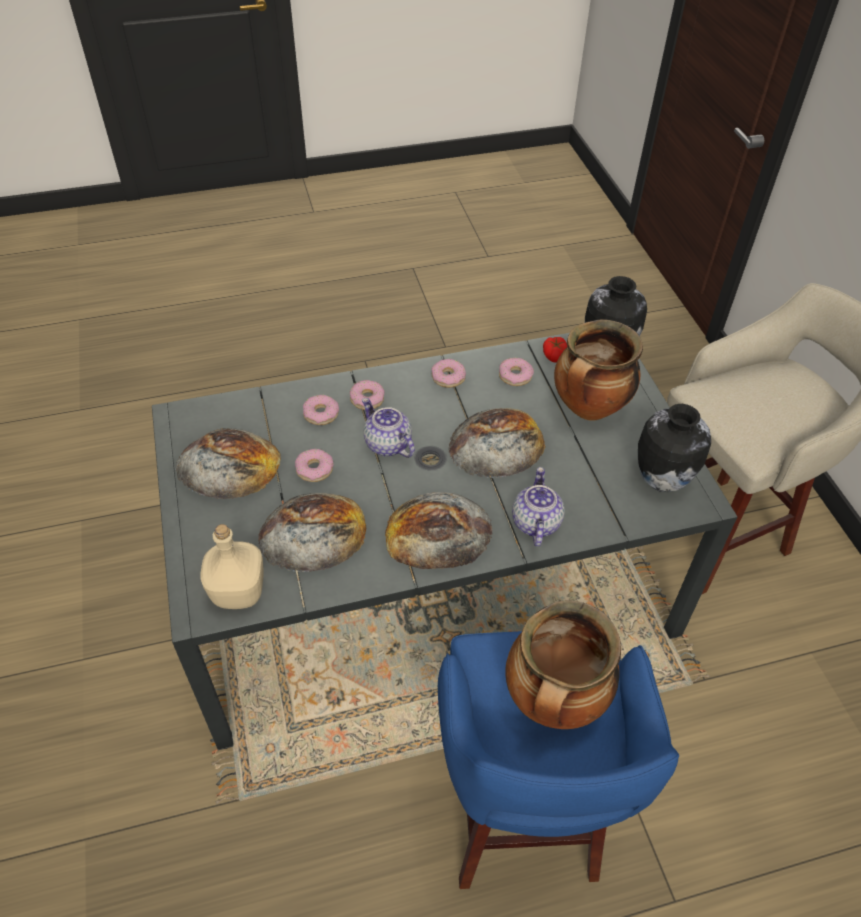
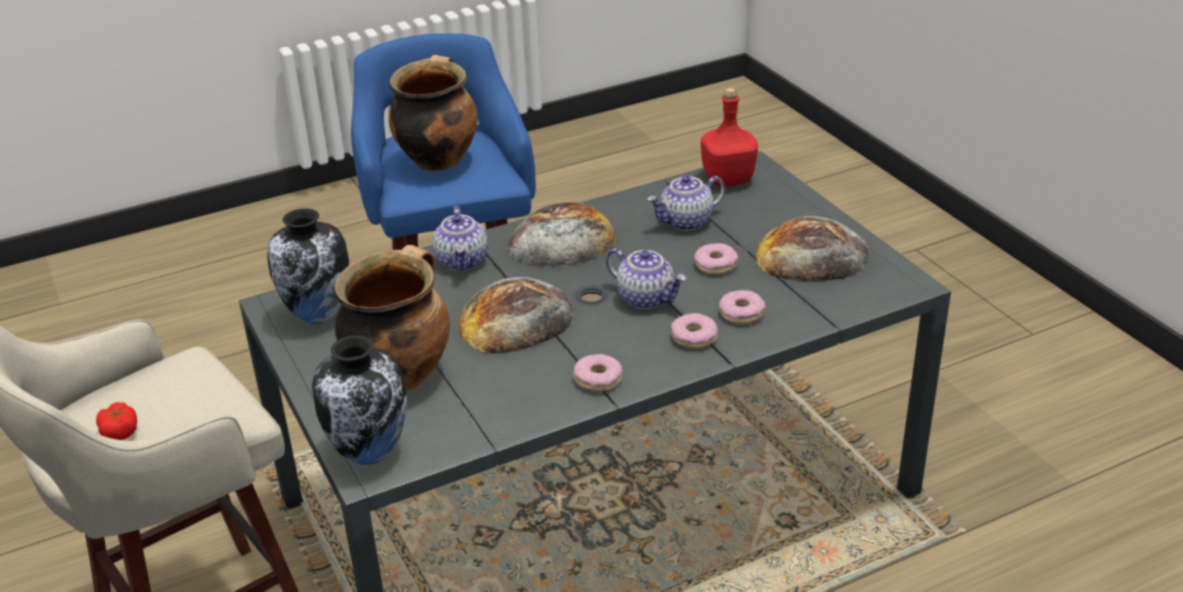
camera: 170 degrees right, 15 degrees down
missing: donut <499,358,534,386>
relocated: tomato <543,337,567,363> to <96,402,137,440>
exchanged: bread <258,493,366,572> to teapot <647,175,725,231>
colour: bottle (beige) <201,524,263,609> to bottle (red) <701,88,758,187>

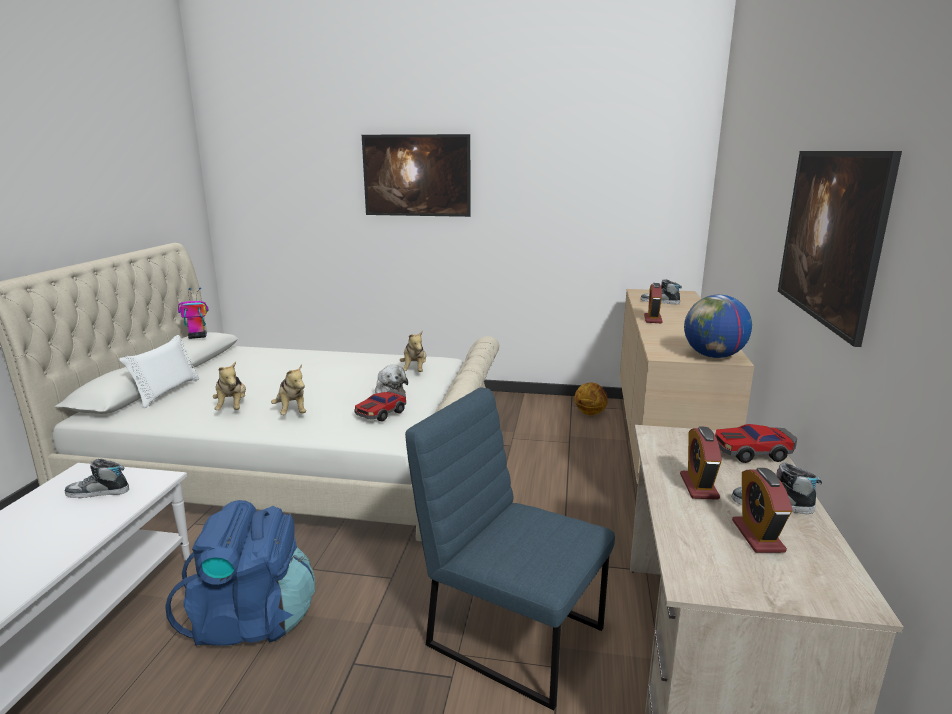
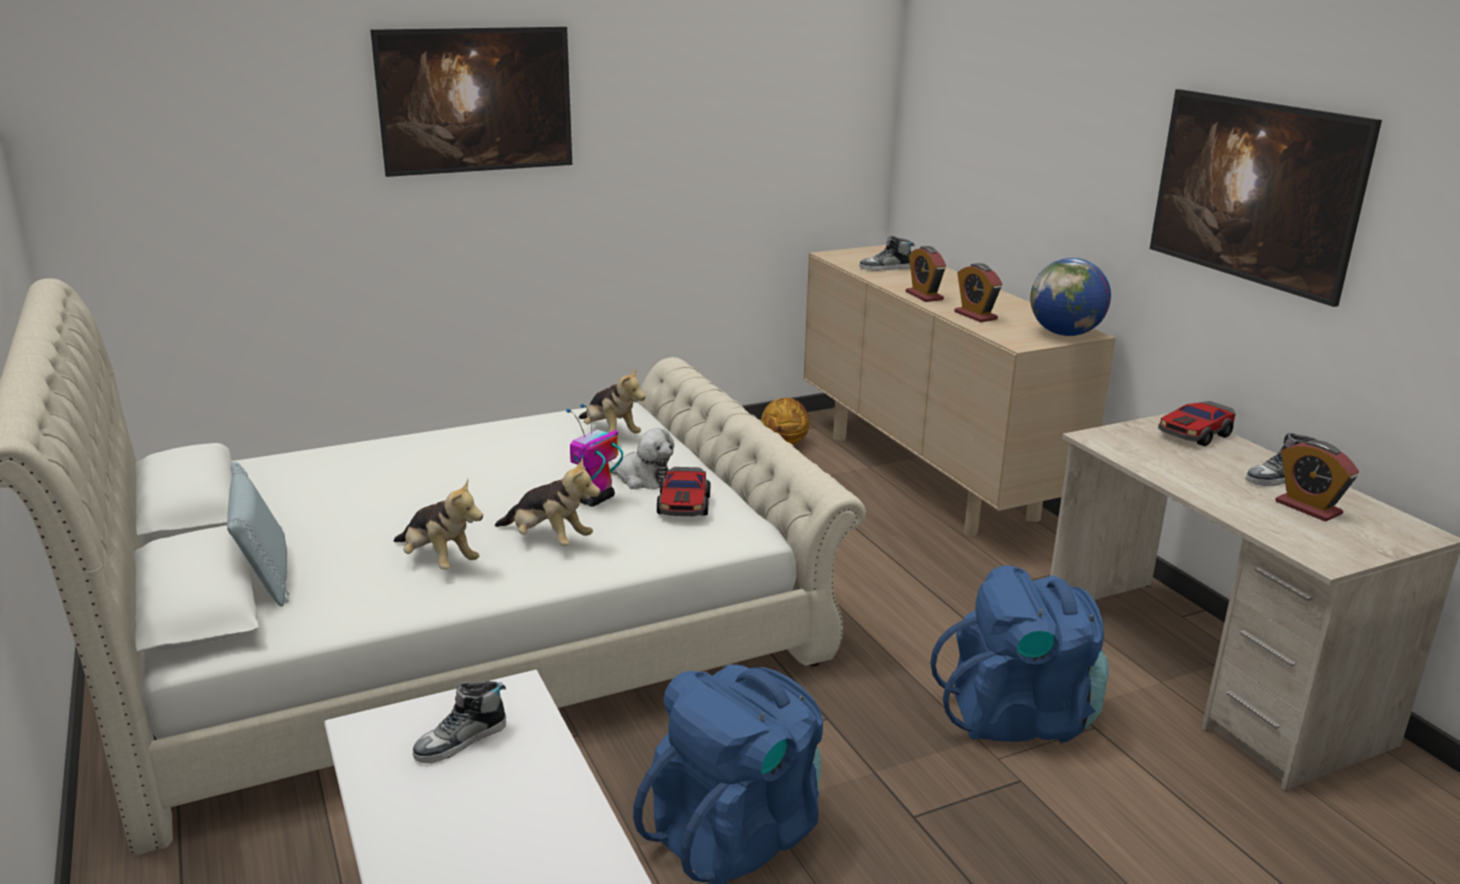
camera: 35 degrees left, 5 degrees up
relocated: toy robot <178,287,208,339> to <566,403,623,507>; alarm clock <680,426,722,500> to <954,263,1002,322>
exchanged: chair (blue) <405,387,615,711> to backpack (blue) <930,565,1109,743>
colour: pillow (white) <119,335,199,408> to pillow (blue) <227,462,290,607>

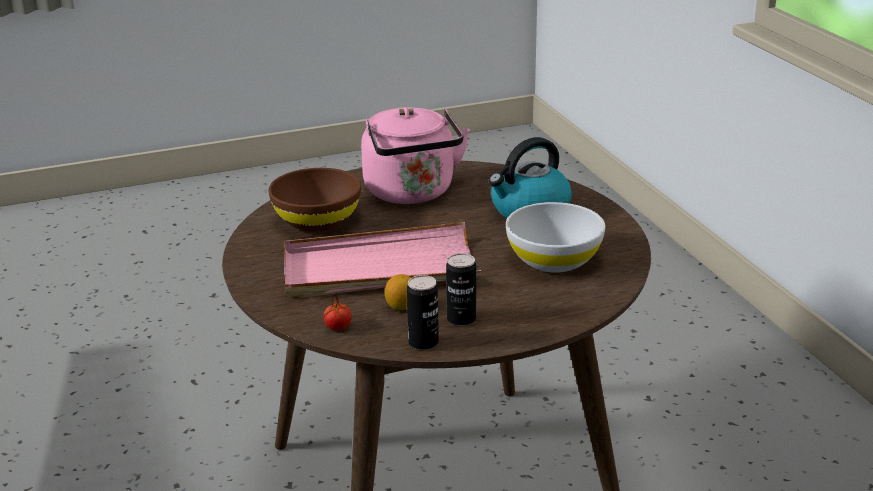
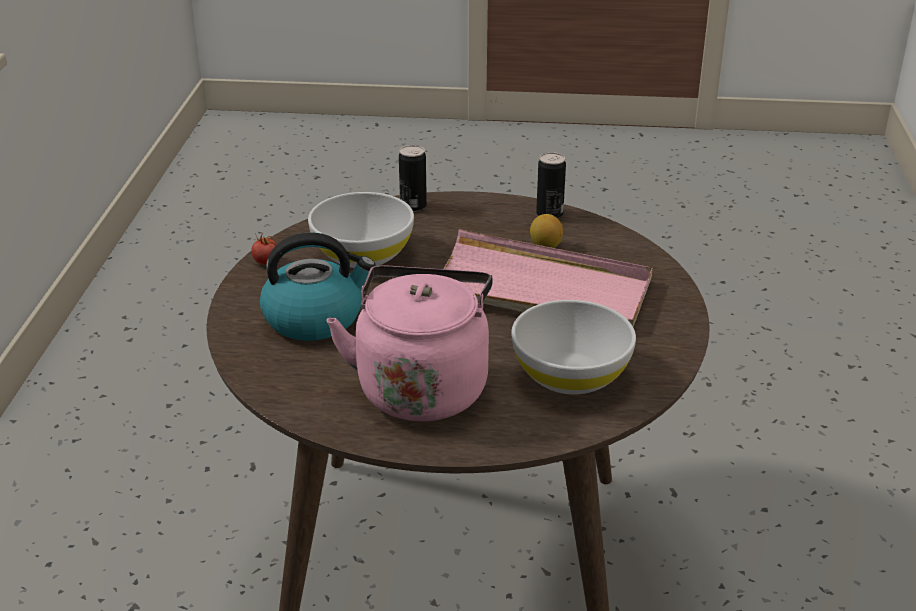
camera: 155 degrees left, 5 degrees up
relocated: tomato <323,296,352,330> to <251,233,277,265>; can <446,253,476,326> to <399,145,427,212>
colour: bowl (brown) <269,168,361,232> to bowl (white) <511,300,636,395>

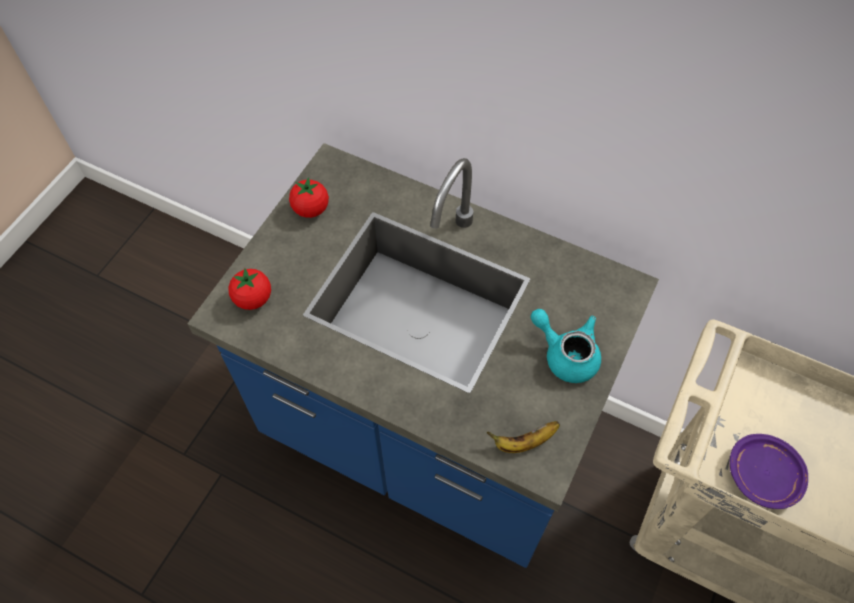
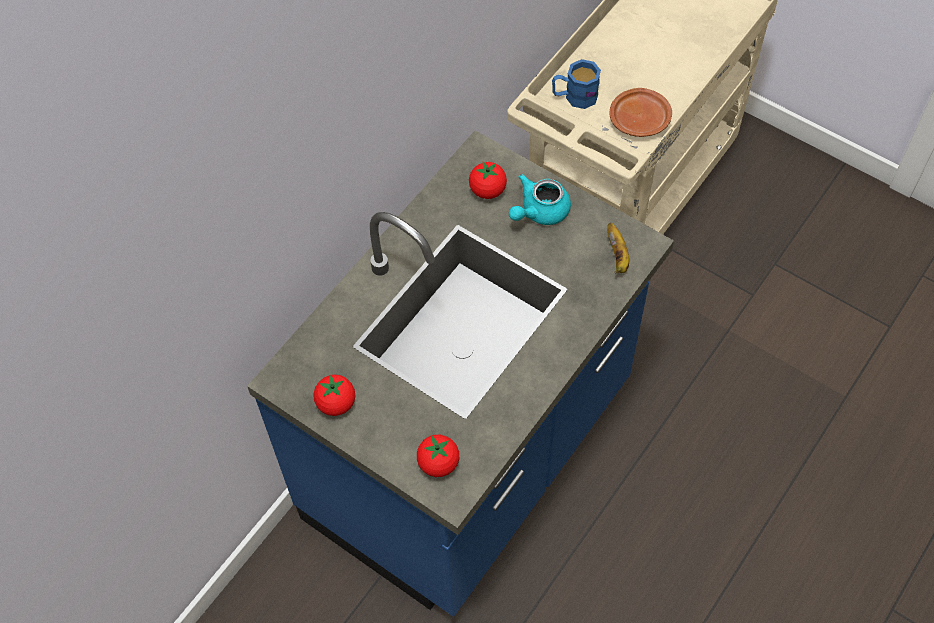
camera: 80 degrees left, 0 degrees up
appeared: tomato <469,161,507,199>; mug (blue) <552,59,601,109>
colour: plate (purple) <730,434,808,509> to plate (brown) <609,88,672,137>

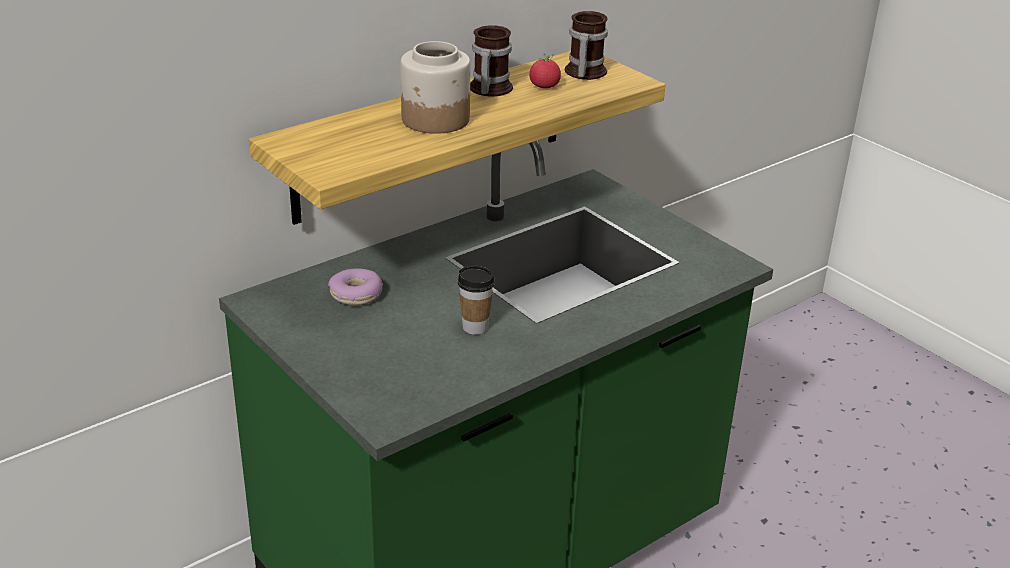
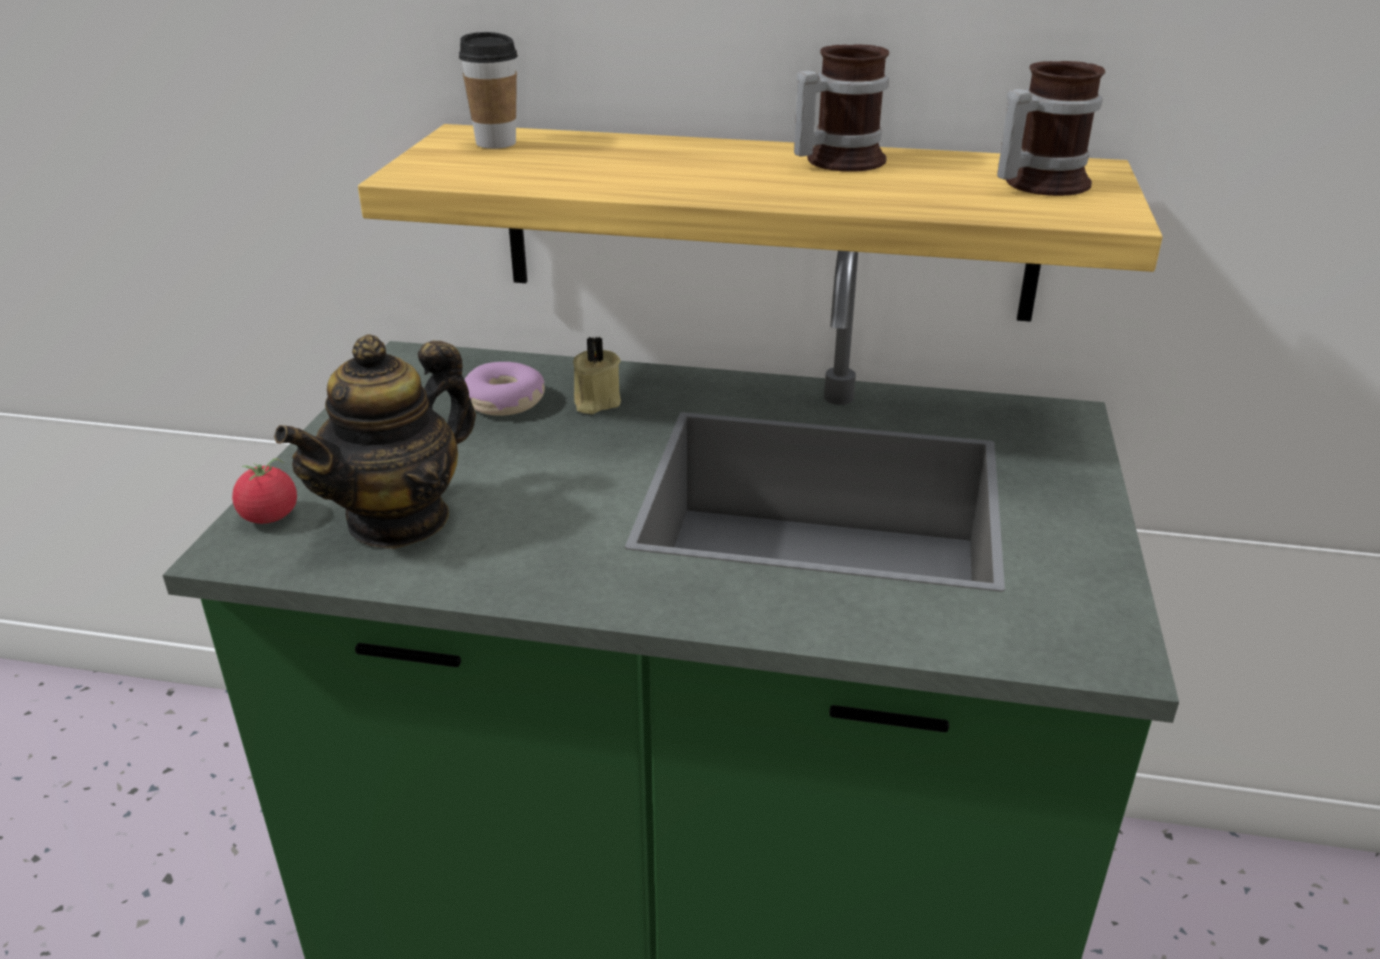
camera: 50 degrees right, 0 degrees up
missing: jar <400,41,471,134>
appeared: teapot <274,334,476,549>; candle (beige) <573,336,621,414>
relocated: cup <458,266,495,335> to <459,32,518,149>; tomato <529,54,561,88> to <232,458,297,524>

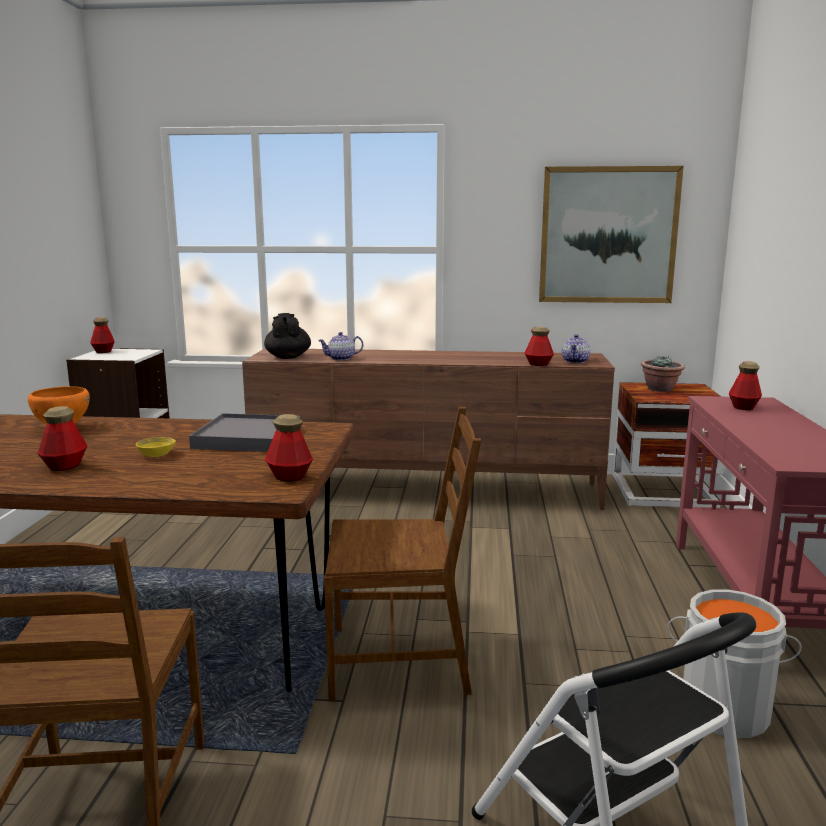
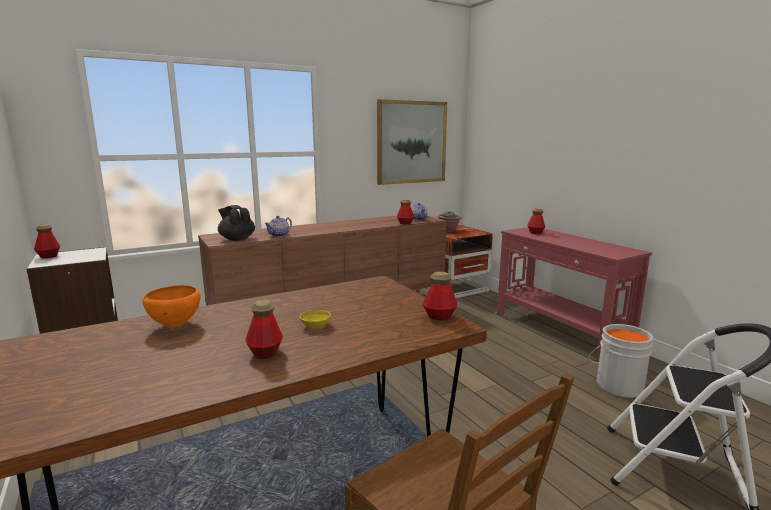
camera: 35 degrees left, 0 degrees up
missing: tray (grey) <189,413,300,452>; chair (brown) <324,407,481,702>

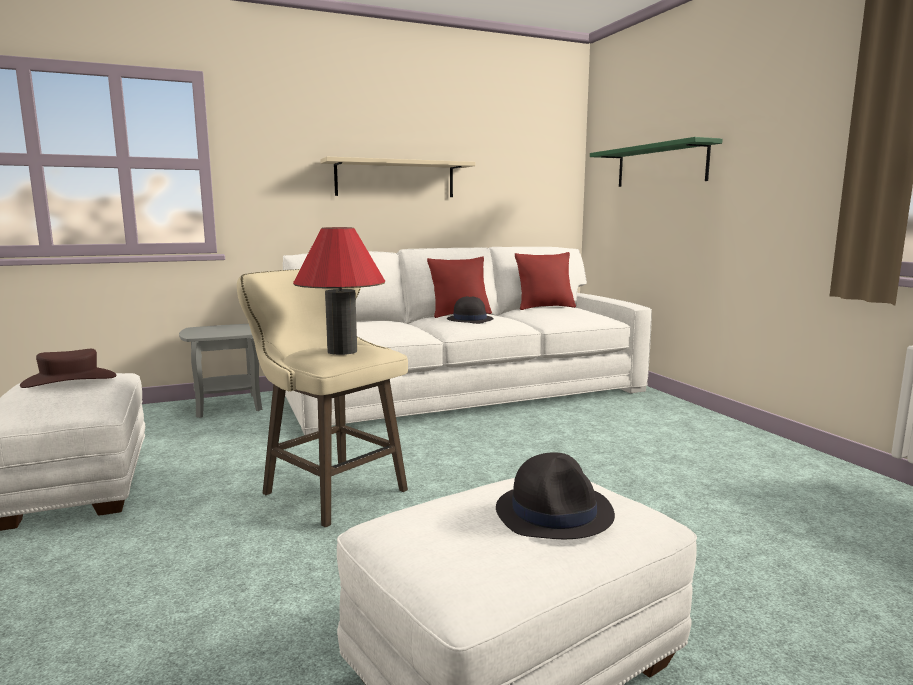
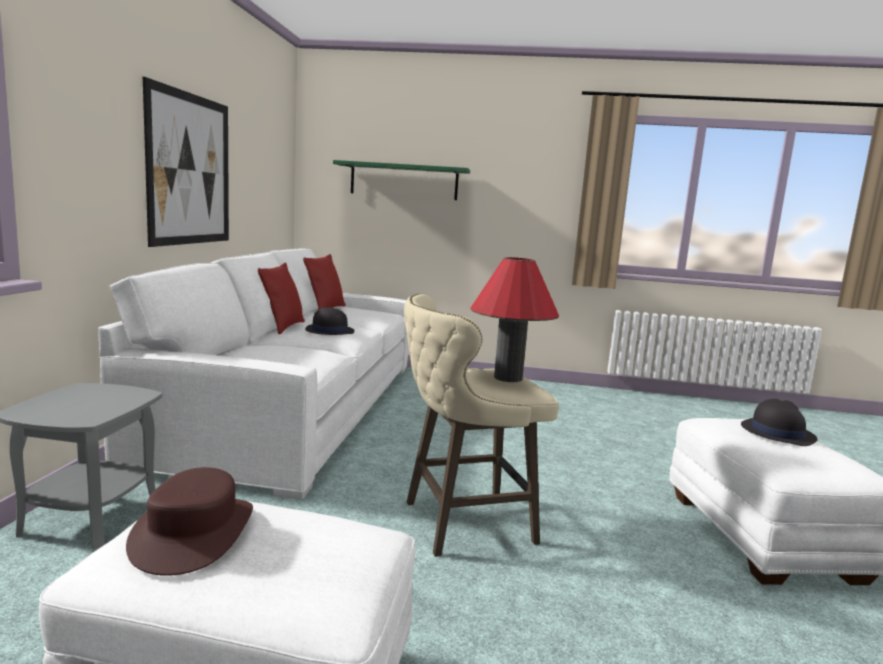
camera: 60 degrees left, 0 degrees up
exchanged: shelf (beige) <320,157,475,197> to picture <143,77,229,247>

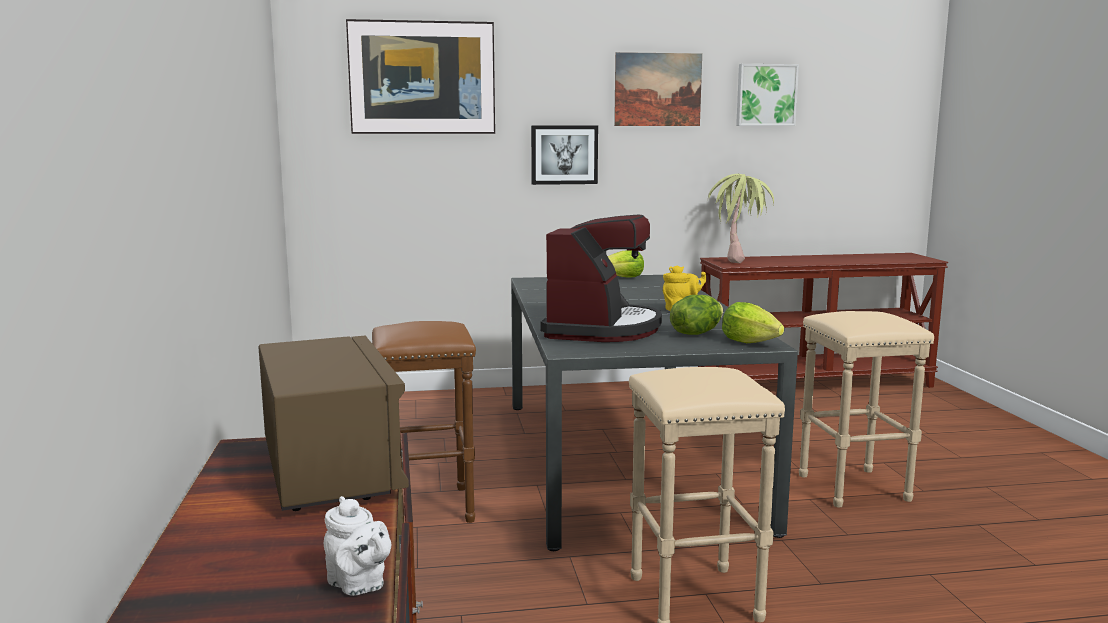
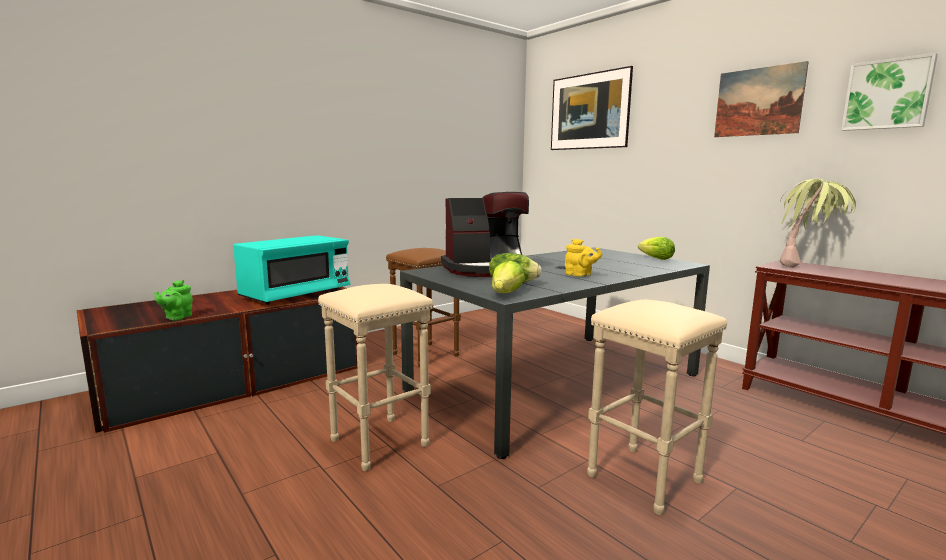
camera: 60 degrees right, 0 degrees up
missing: picture <531,126,598,185>
colour: microwave (brown) <259,336,409,511> to microwave (turquoise) <233,235,350,304>; teapot (white) <324,496,391,596> to teapot (green) <154,280,193,320>

